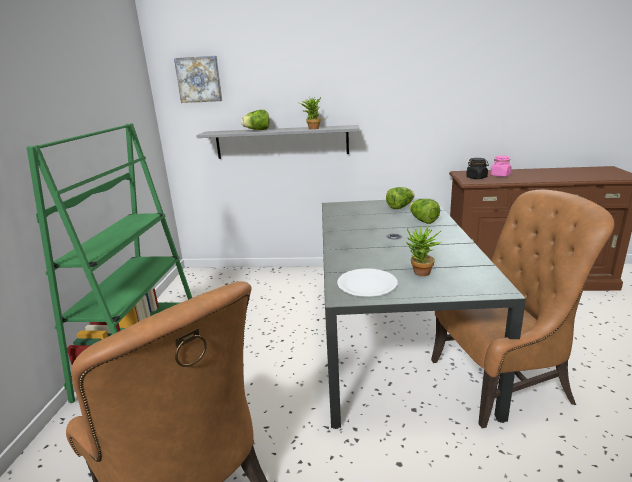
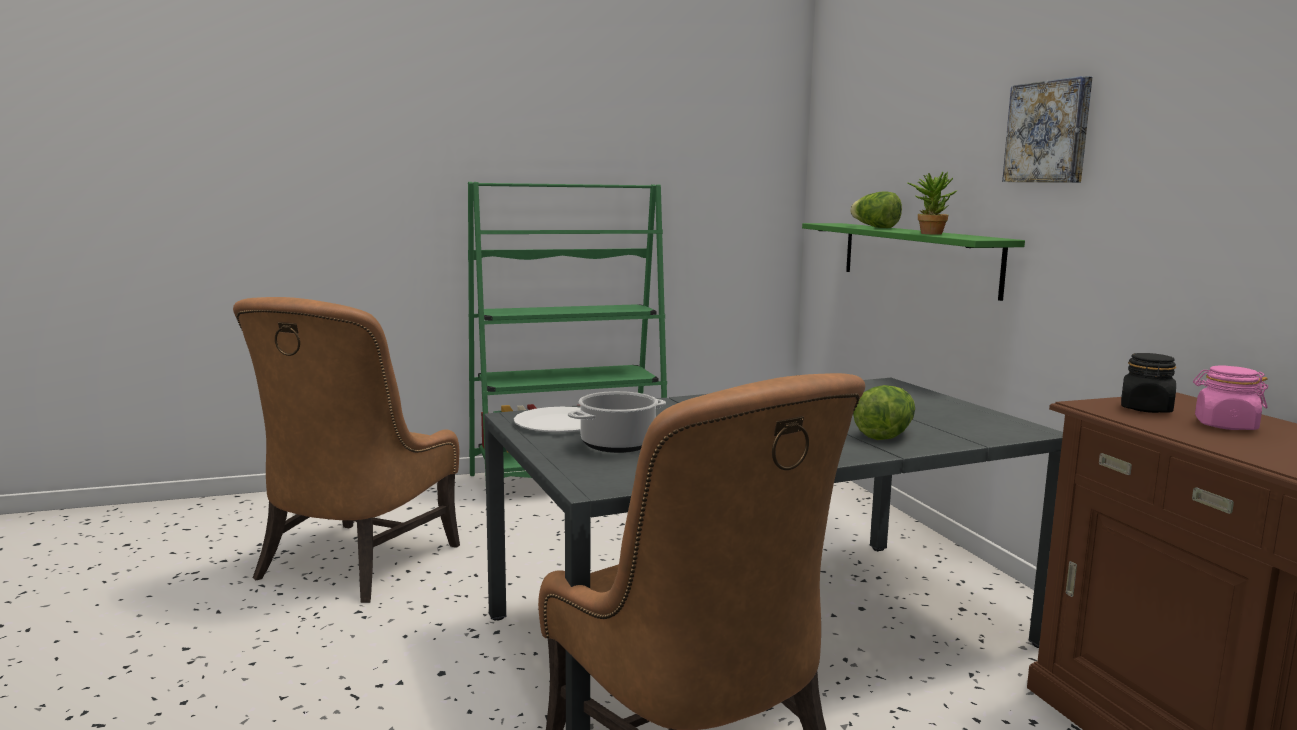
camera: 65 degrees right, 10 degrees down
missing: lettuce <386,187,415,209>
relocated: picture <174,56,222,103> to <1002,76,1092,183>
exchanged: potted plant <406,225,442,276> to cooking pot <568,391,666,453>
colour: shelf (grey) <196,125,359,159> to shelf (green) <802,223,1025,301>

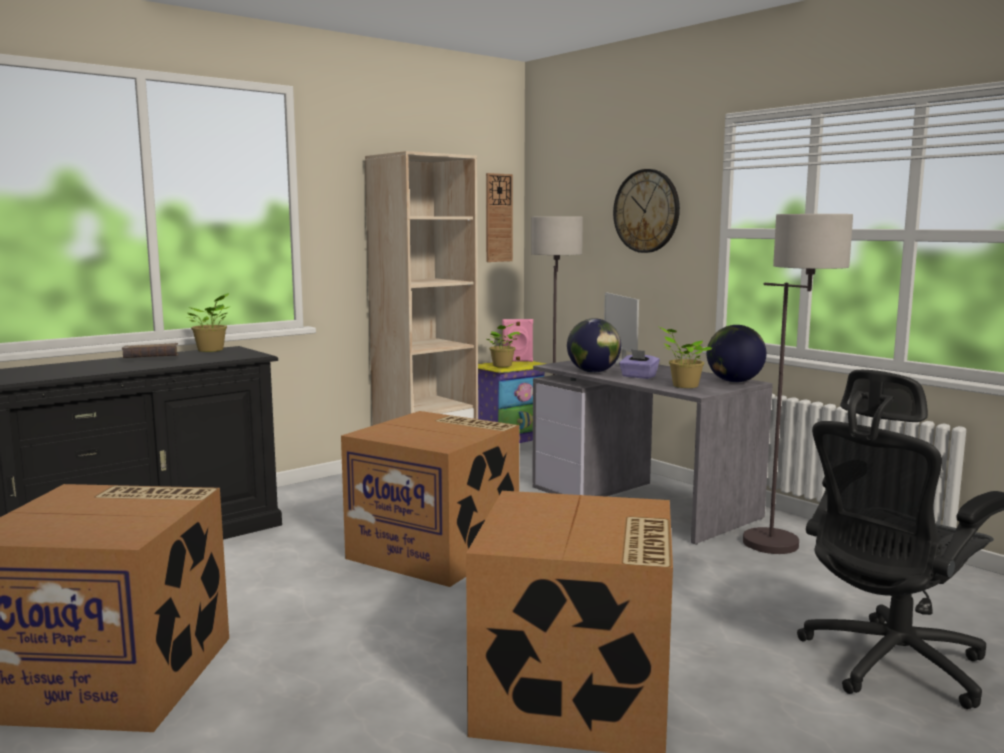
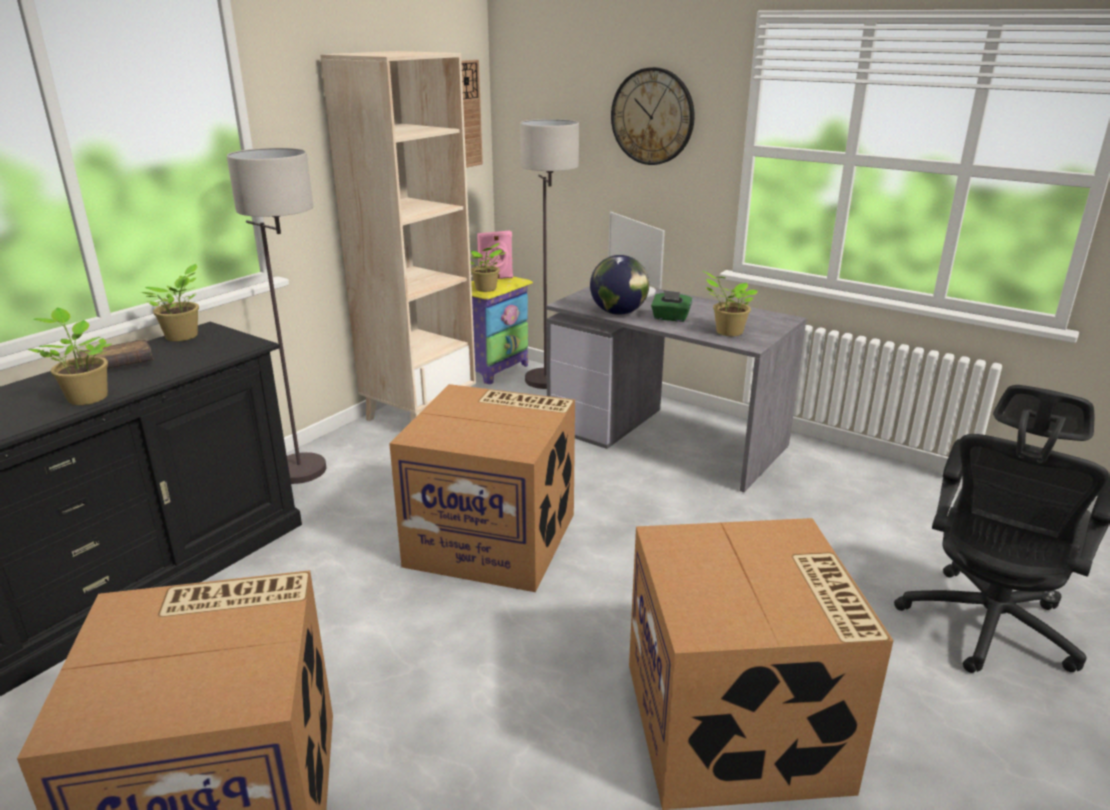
camera: 15 degrees left, 15 degrees up
missing: globe <707,325,766,383>
appeared: potted plant <28,308,112,405>
relocated: floor lamp (grey) <743,214,853,554> to <227,148,326,484>
colour: tissue box (purple) <619,349,660,379> to tissue box (green) <651,290,693,322>

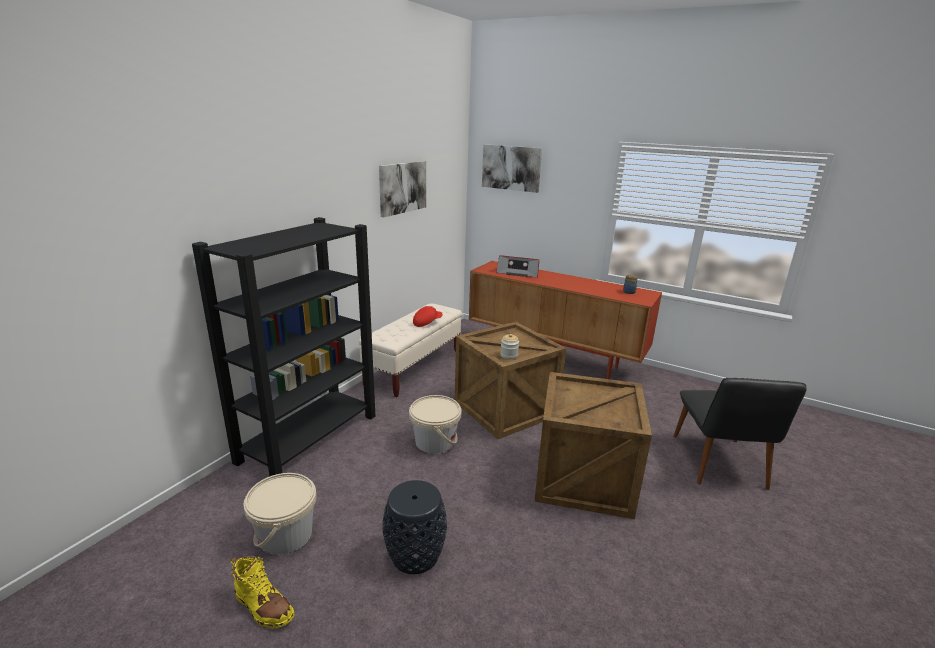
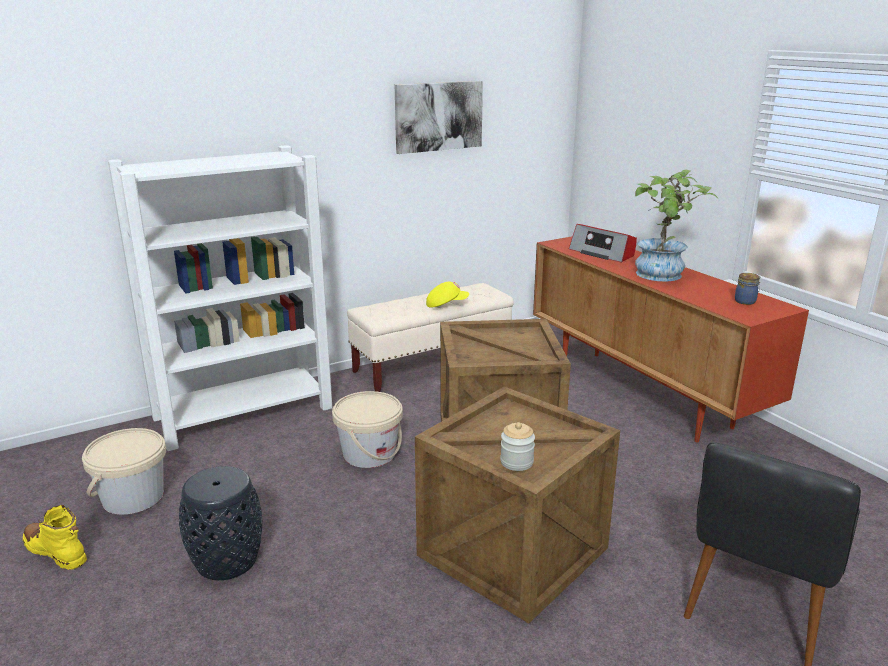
camera: 30 degrees right, 0 degrees up
missing: picture <482,144,542,193>
appeared: potted plant <635,170,718,281>
relocated: jar <501,334,519,359> to <500,422,535,471>
colour: bookcase (black) <192,217,375,476> to bookcase (white) <108,145,333,451>; cap (red) <413,306,443,327> to cap (yellow) <426,282,469,307>
spun: boot (yellow) <230,556,294,629> = <23,505,87,570> 150 degrees clockwise

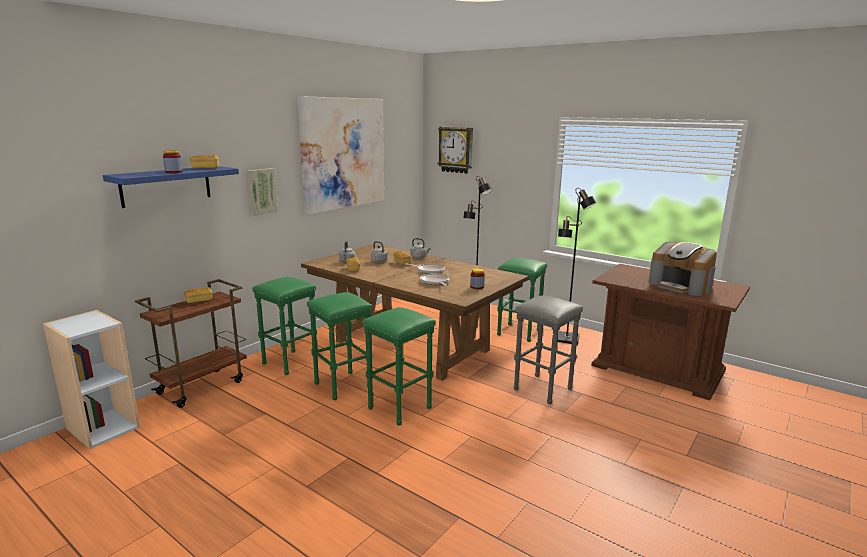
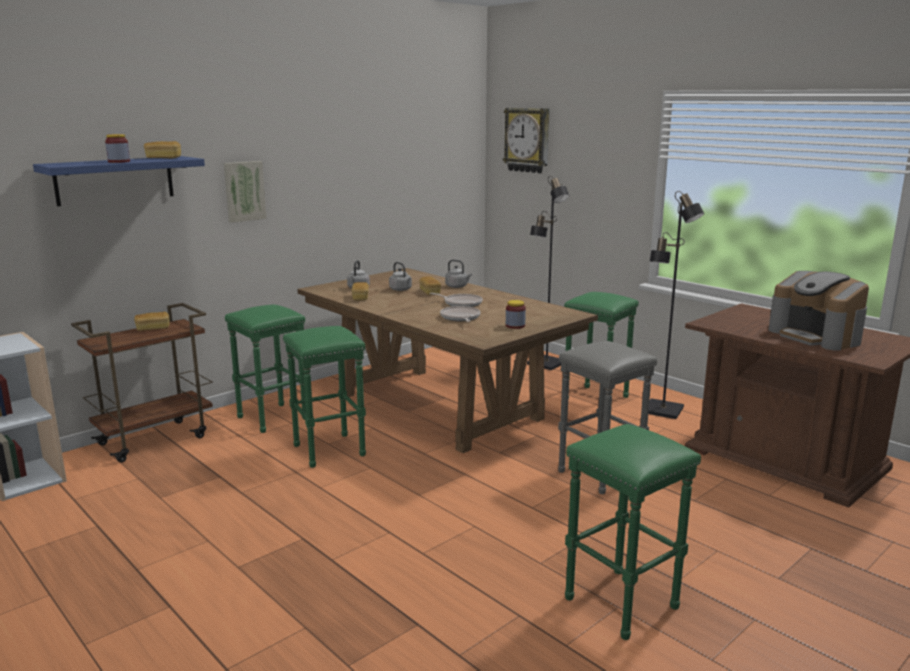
camera: 10 degrees right, 0 degrees up
missing: picture <297,96,384,214>
relocated: stool (green) <362,307,436,426> to <565,424,701,640>

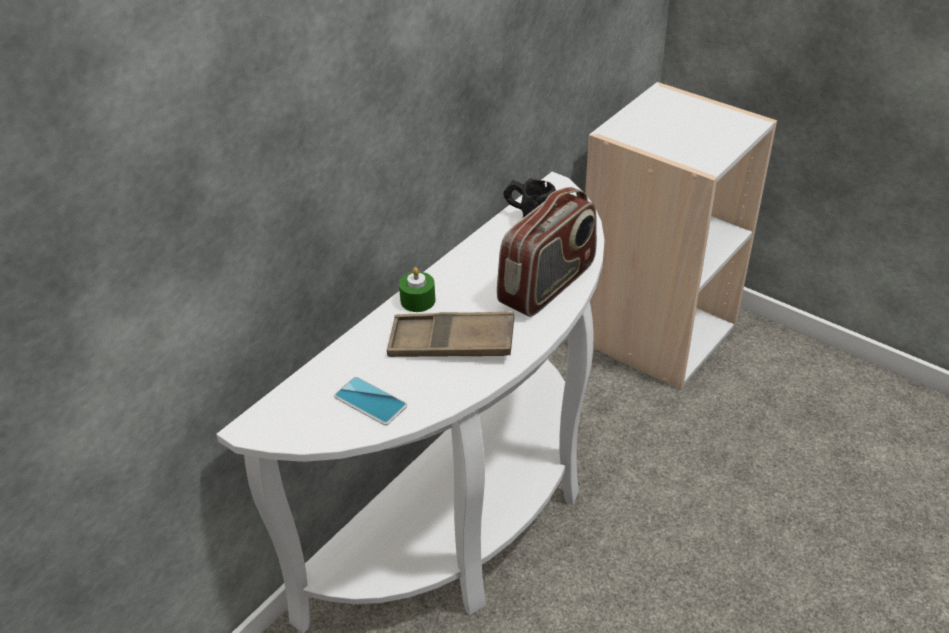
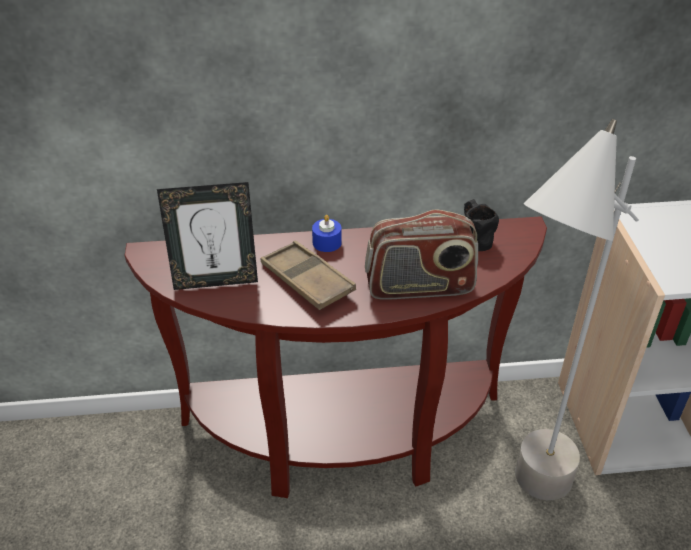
camera: 45 degrees right, 0 degrees up
appeared: floor lamp (grey) <515,119,639,500>
exchanged: phone <334,377,407,425> to picture frame <157,182,258,290>
colour: console table (white) <216,172,605,633> to console table (brown) <125,216,547,498>; candle (green) <399,267,435,312> to candle (blue) <312,215,342,252>

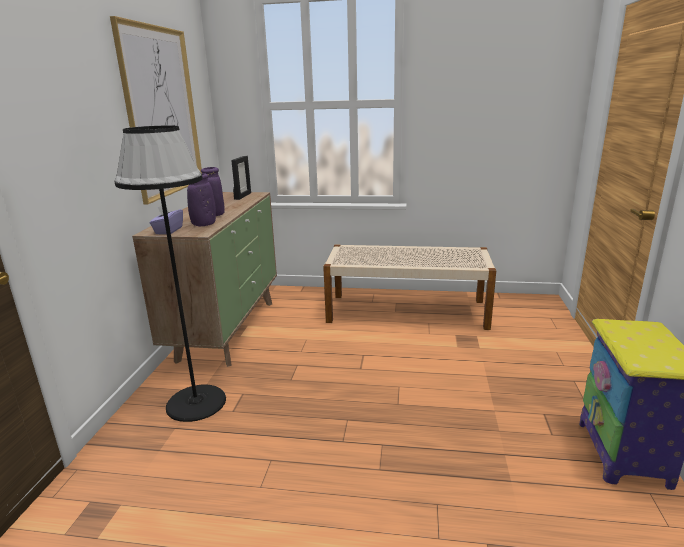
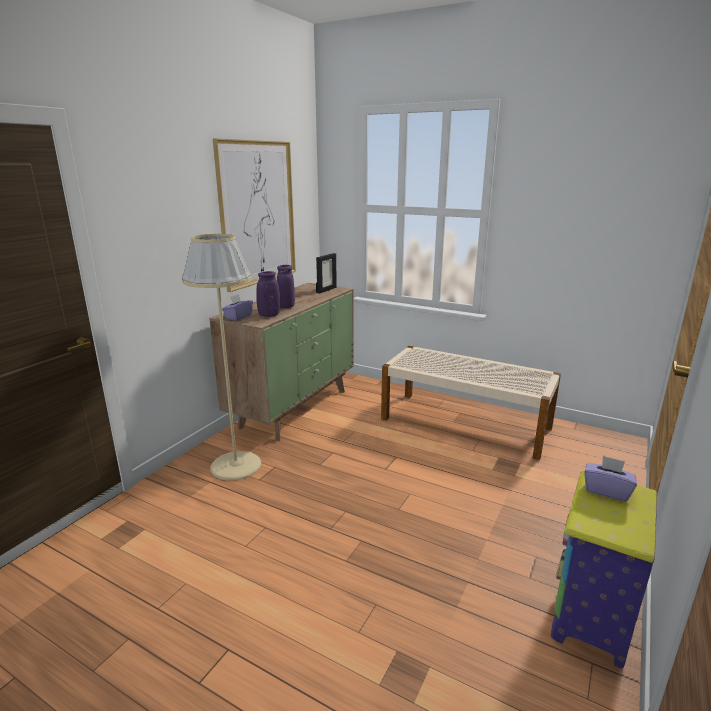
camera: 20 degrees right, 0 degrees up
appeared: tissue box (purple) <584,455,637,502>
colour: floor lamp (black) <115,126,226,422> to floor lamp (beige) <182,234,261,480>

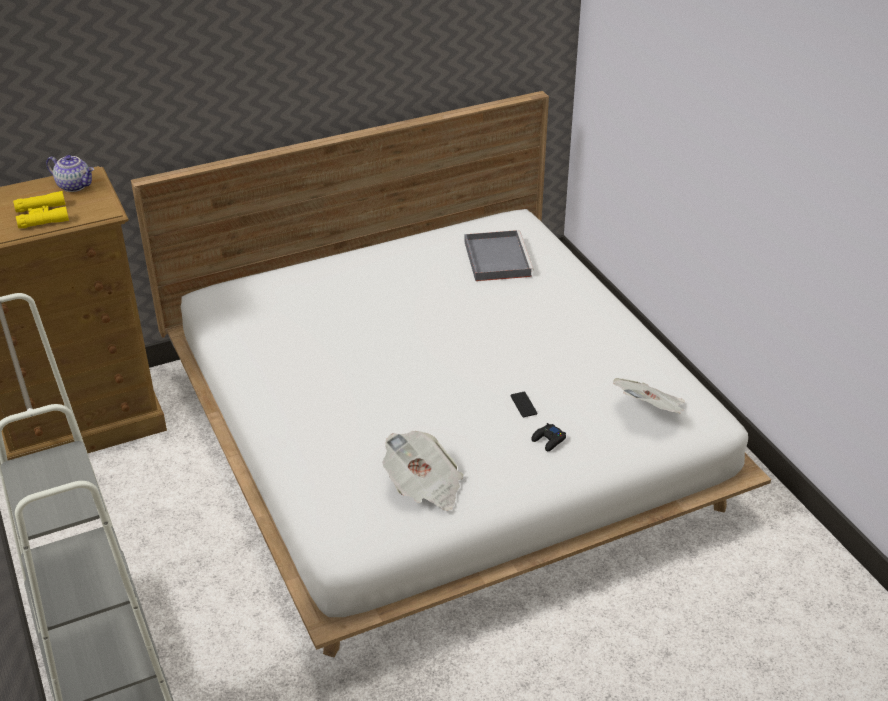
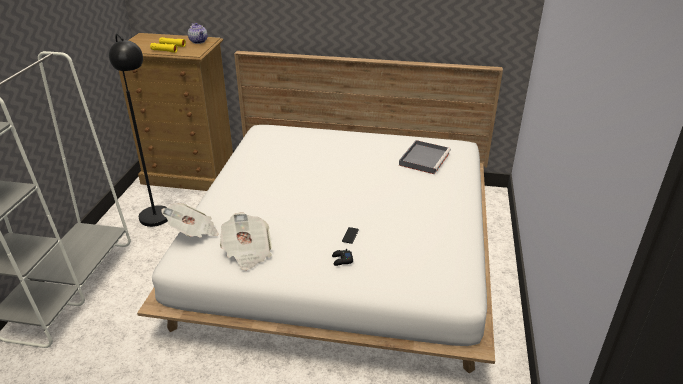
camera: 35 degrees right, 5 degrees down
appeared: floor lamp (black) <109,33,168,227>
relocated: newspaper <613,378,685,414> to <161,203,219,238>

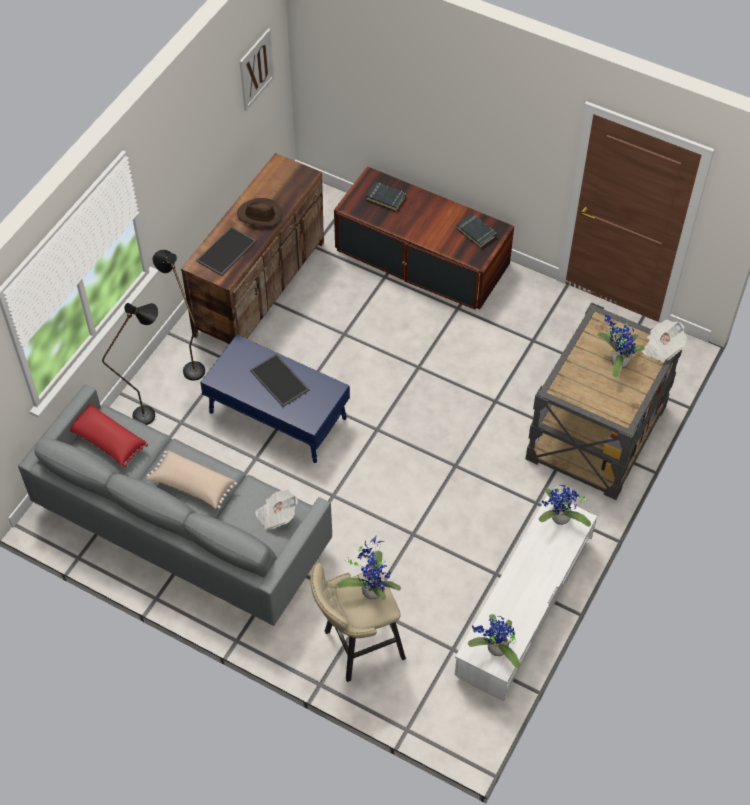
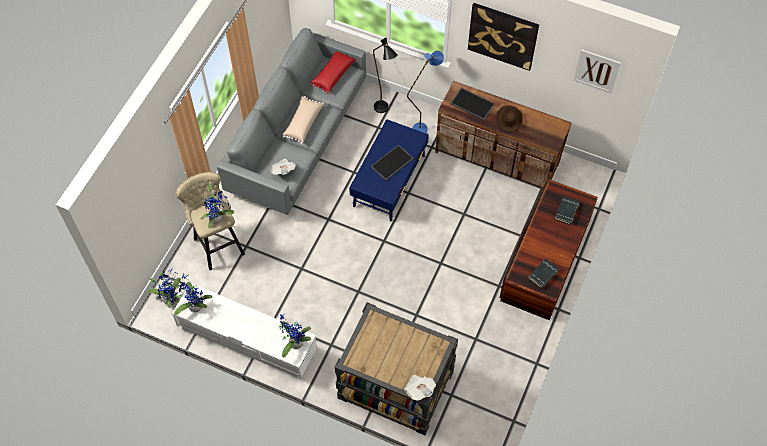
camera: 85 degrees right, 5 degrees up
appeared: picture <468,3,539,71>
relocated: potted plant <597,314,644,377> to <148,270,181,308>
colour: floor lamp (black) <153,250,205,381> to floor lamp (blue) <407,51,444,133>

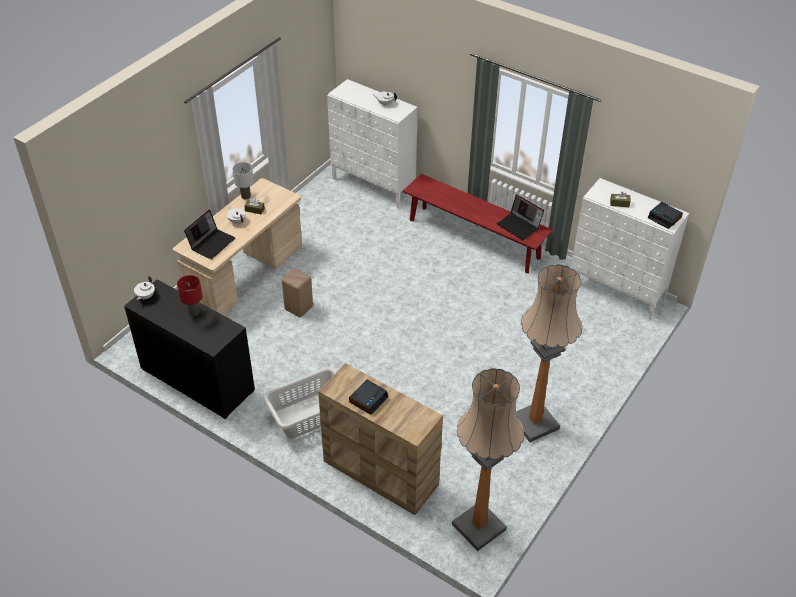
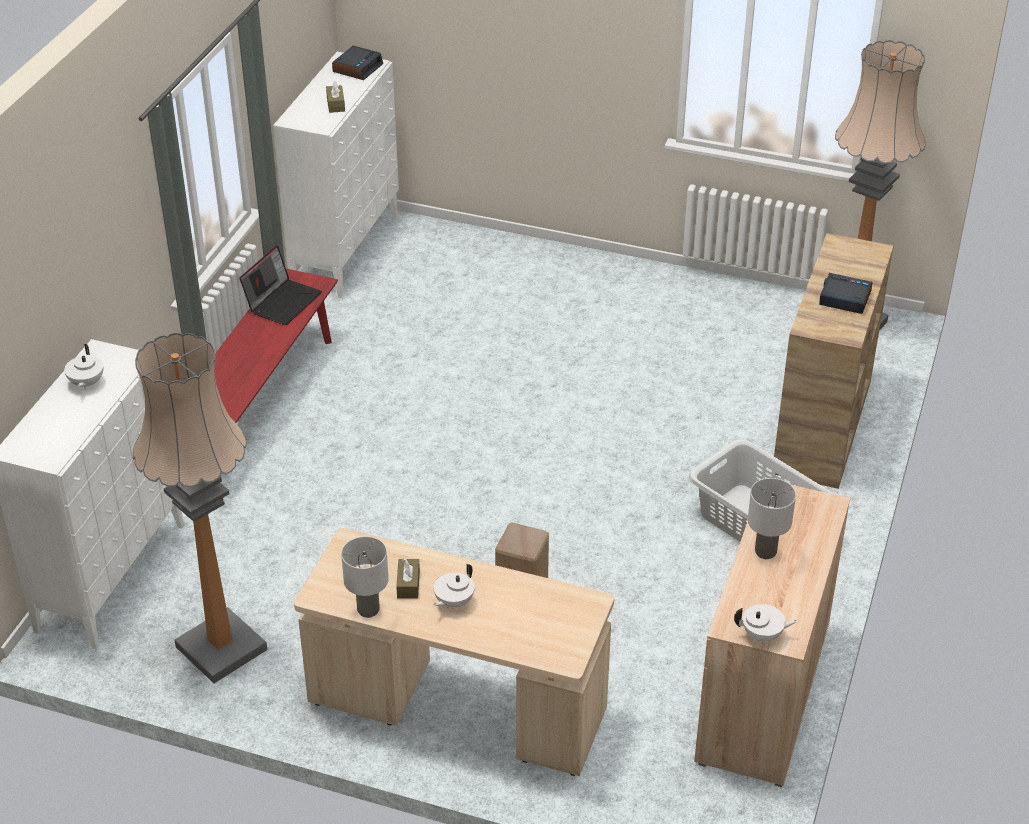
camera: 105 degrees left, 5 degrees down
missing: laptop <184,210,235,259>
relocated: floor lamp <516,264,582,442> to <133,333,267,683>
colour: cabinet (black) <124,279,255,419> to cabinet (beige) <694,485,850,787>; table lamp (red) <177,275,203,316> to table lamp (white) <748,478,796,559>

